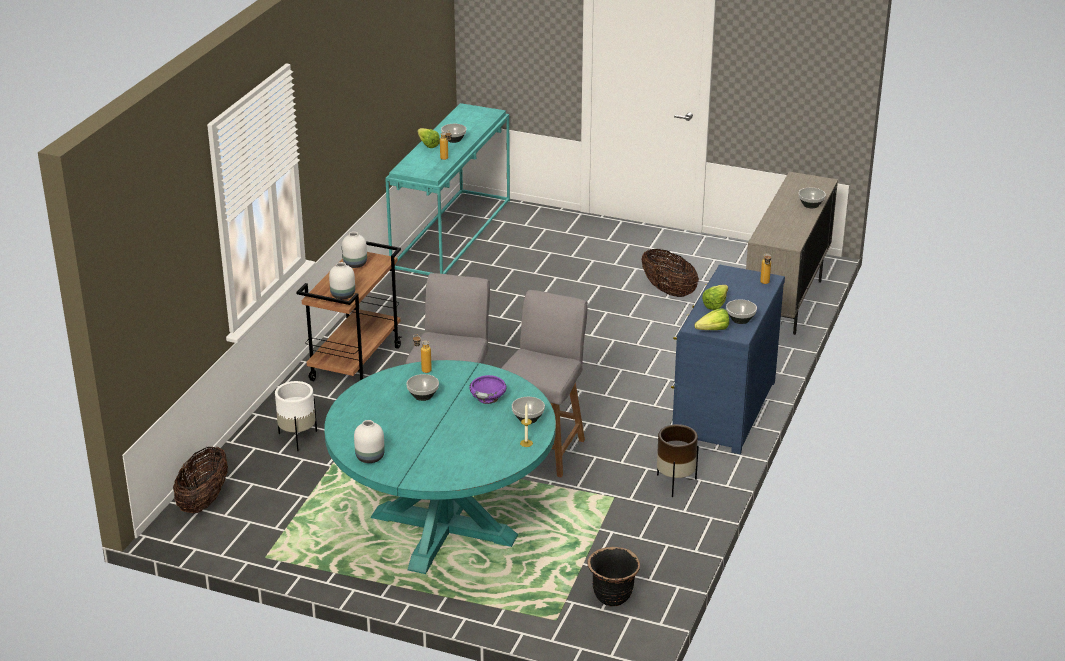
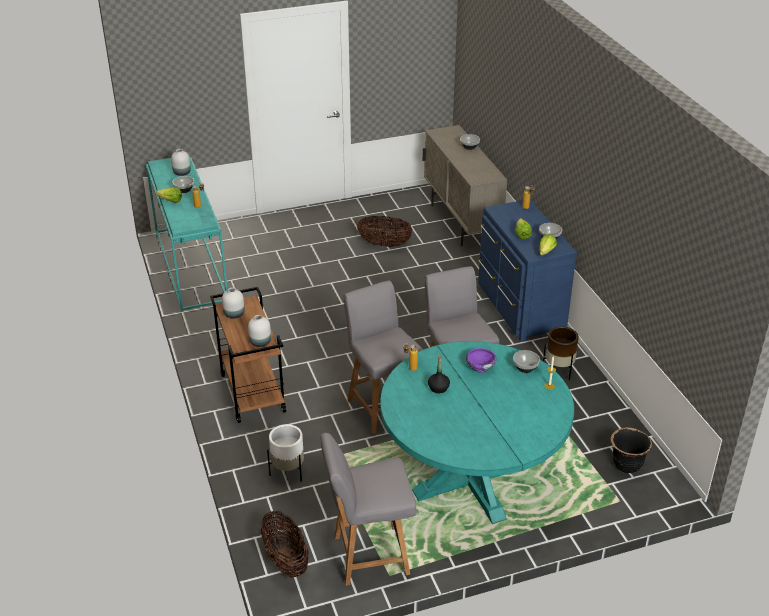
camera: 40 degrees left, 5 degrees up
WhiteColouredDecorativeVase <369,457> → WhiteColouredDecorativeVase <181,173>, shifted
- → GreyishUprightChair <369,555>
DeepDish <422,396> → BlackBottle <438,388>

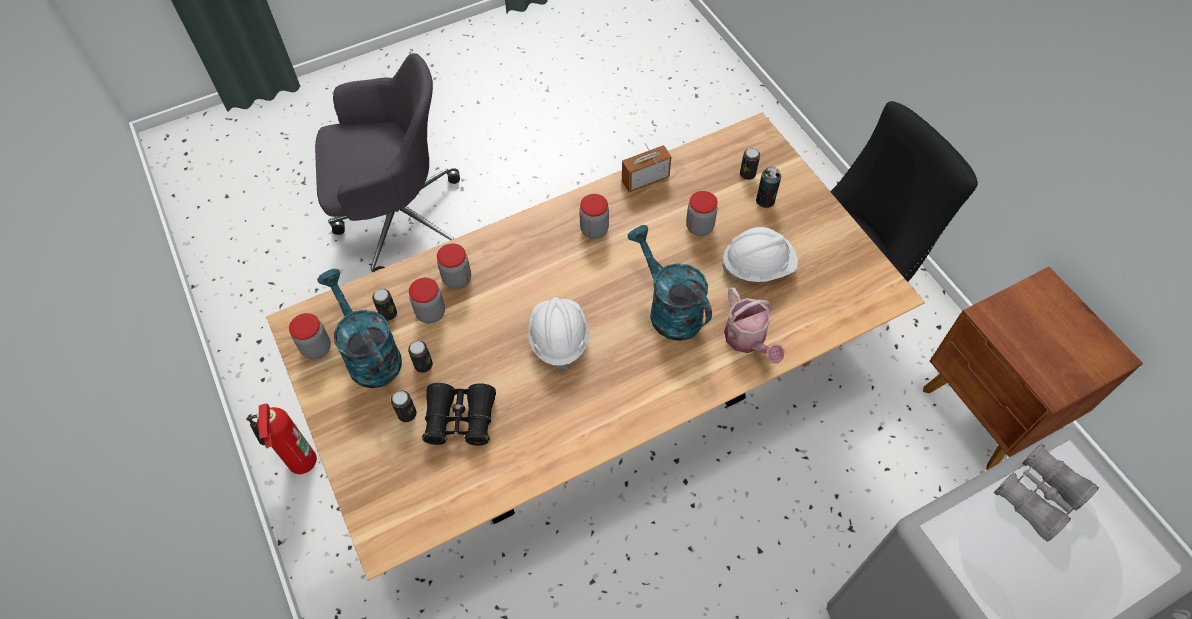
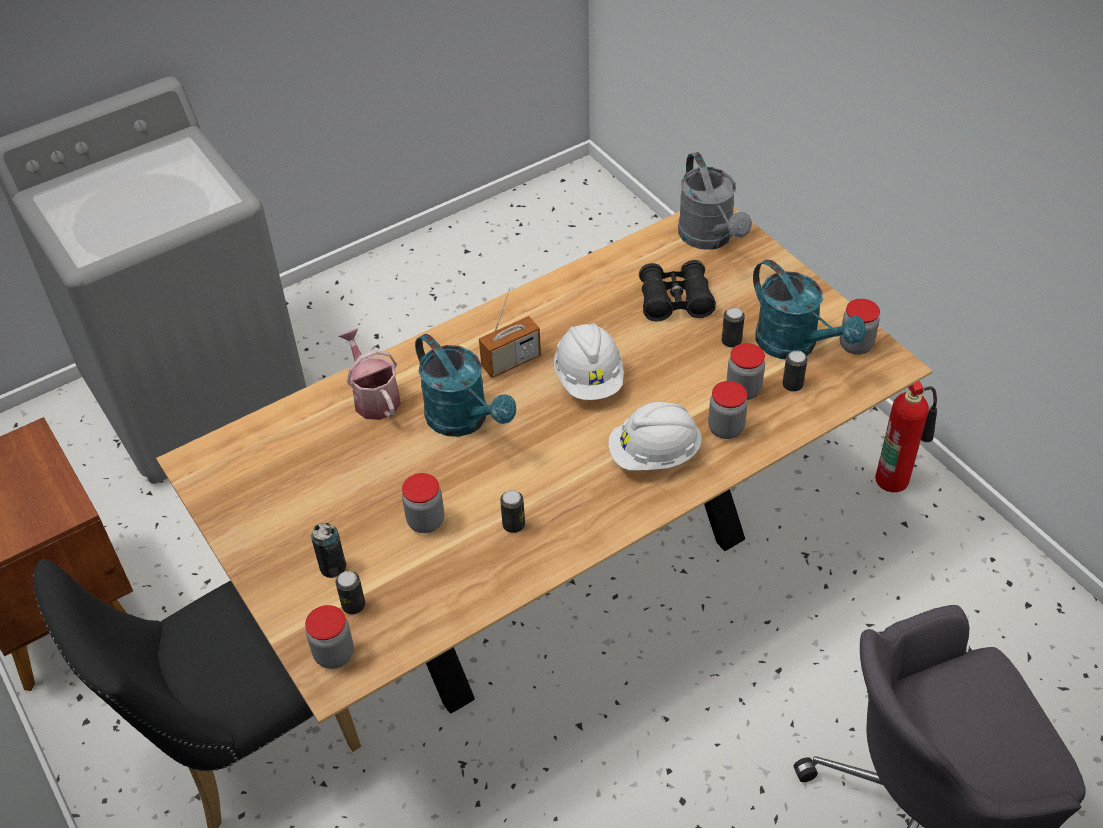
camera: 175 degrees right, 10 degrees down
PreserveJar <594,230> → PreserveJar <334,654>, shifted
Radio <645,179> → Radio <511,361>, shifted
Can <407,414> → Can <513,525>, shifted
WhiteColouredSafetyHelmet <758,266> → WhiteColouredSafetyHelmet <654,455>, shifted
- → GreyishWateringCan <710,238>
GreyishBinoculars <1038,497> → -

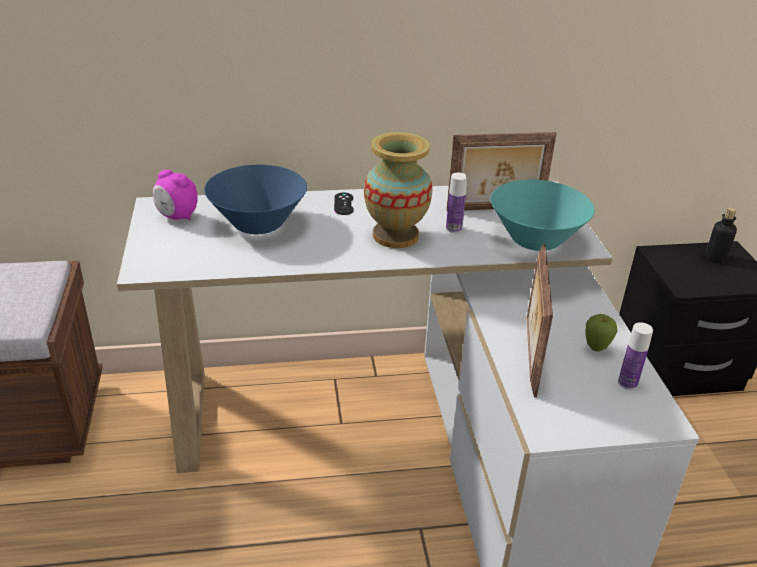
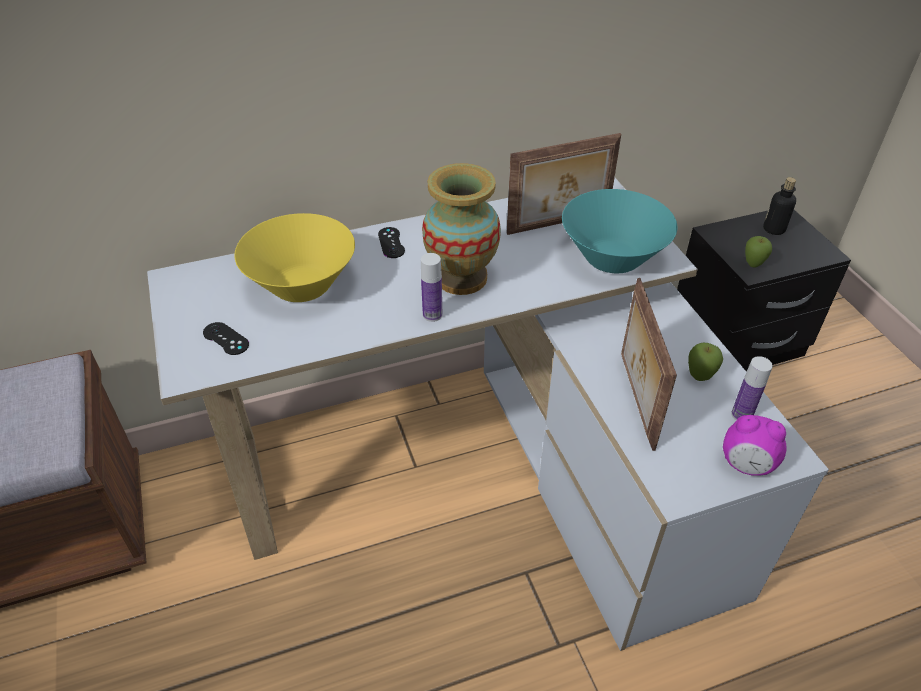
camera: 10 degrees left, 10 degrees up
- → BlackJoypad <226,339>
BlueColouredDeepDish <258,224> → YellowishDeepDish <301,286>
Bottle <454,229> → Bottle <432,315>, shifted
AlarmClock <177,217> → AlarmClock <746,465>, shifted
- → Apple <752,265>

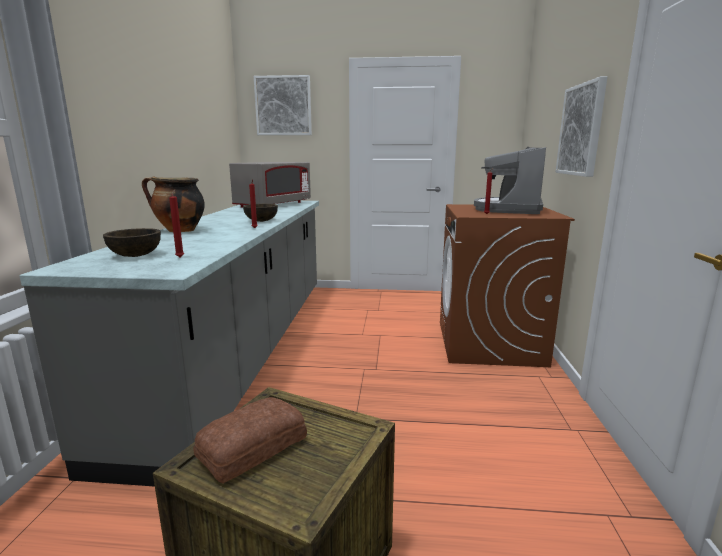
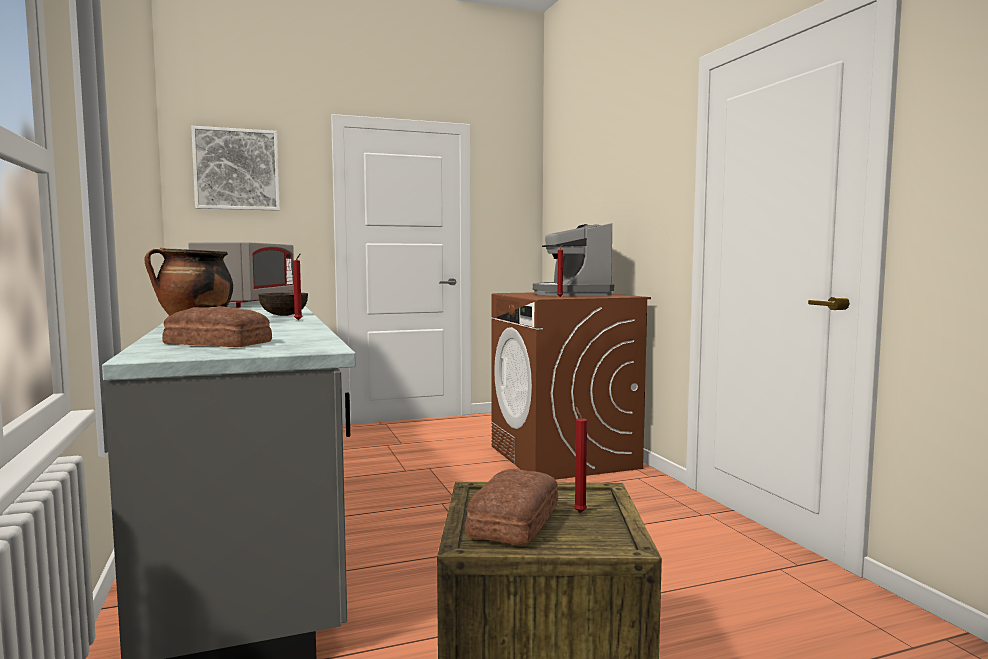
camera: 25 degrees left, 10 degrees down
BrownishDeepDish <135,255> → Bread <217,343>
RedColouredCandle <180,257> → RedColouredCandle <579,512>, shifted
Picture <581,130> → -

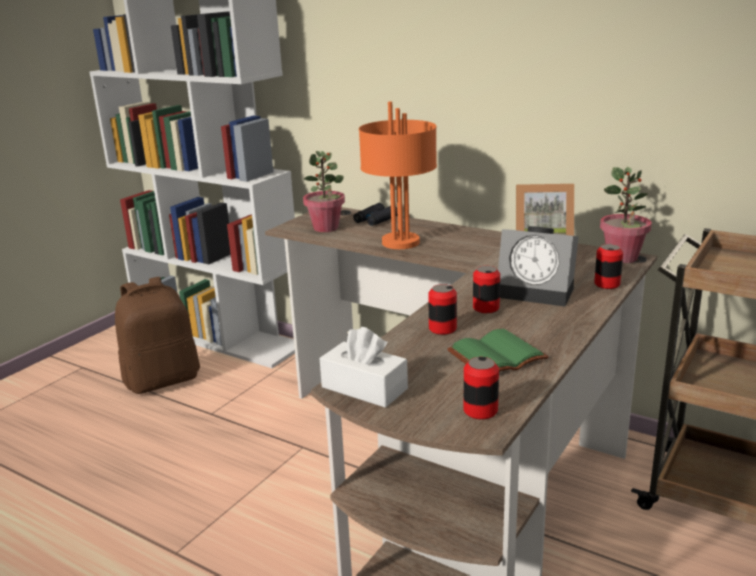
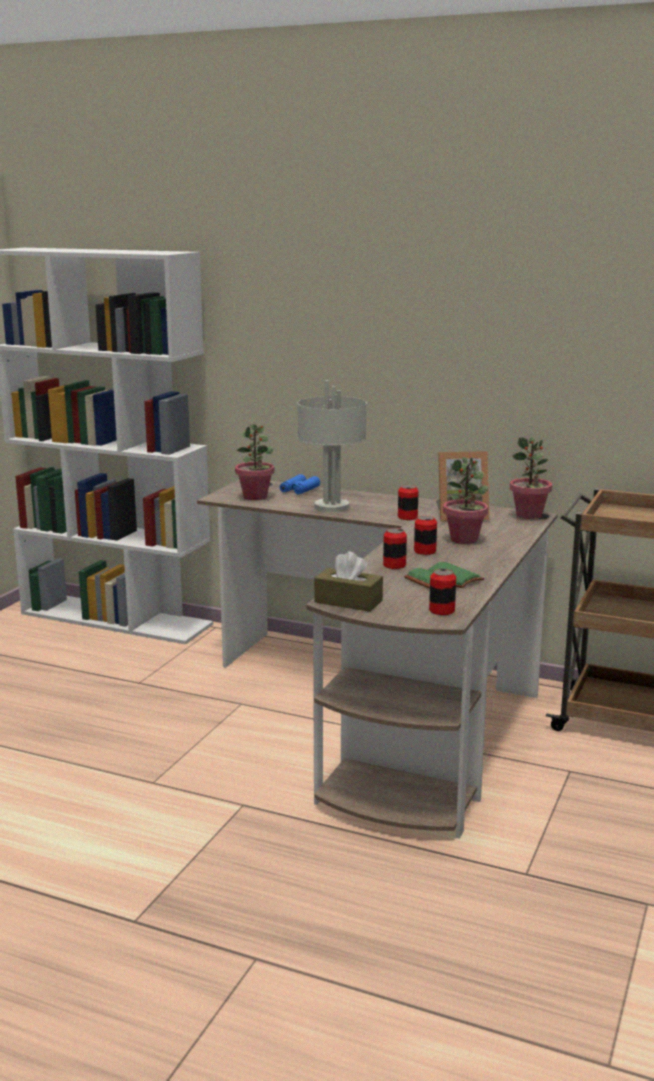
camera: 10 degrees left, 5 degrees down
BlackBinoculars <375,220> → BlueColouredBinoculars <299,490>
OrangeLampForATable <400,242> → GreyishLampForATable <331,507>
WhiteColouredTissueHolder <364,388> → BrownishTissueHolder <348,601>
Can <607,284> → Can <407,517>, shifted
AlarmClock <538,291> → PottedPlant <464,539>
BrownishRucksack <163,380> → -

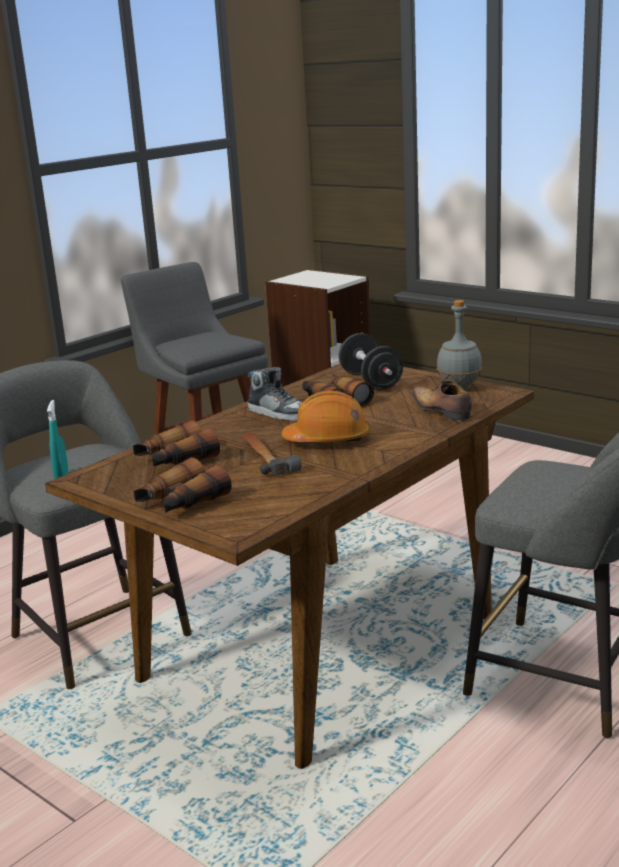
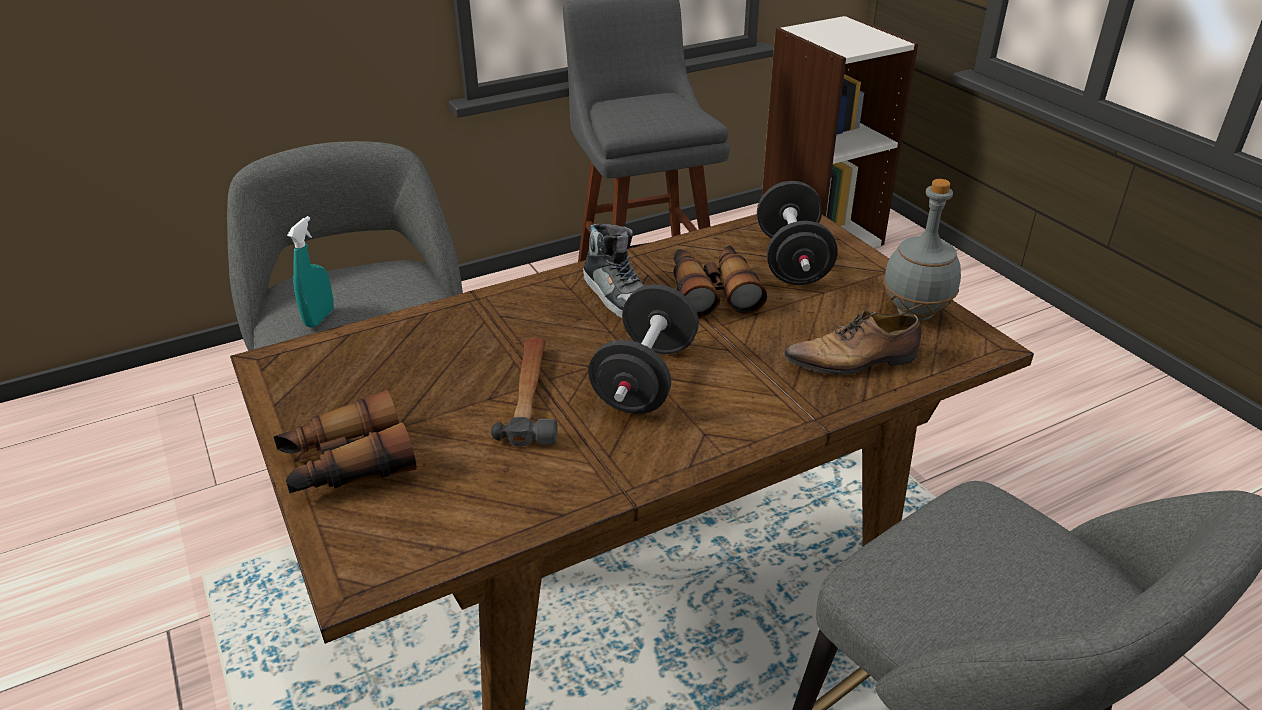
camera: 20 degrees right, 15 degrees up
OrangeSafetyHelmet <328,439> → BlackDumbbell <645,379>
Shoe <441,410> → Shoe <854,361>, 90 degrees counterclockwise
Binoculars <175,460> → -

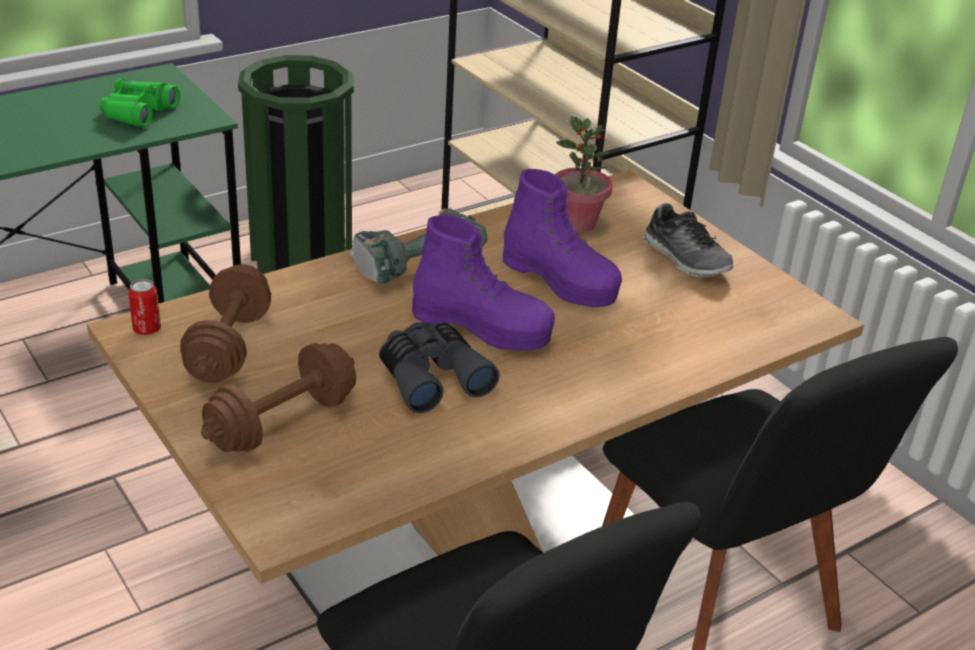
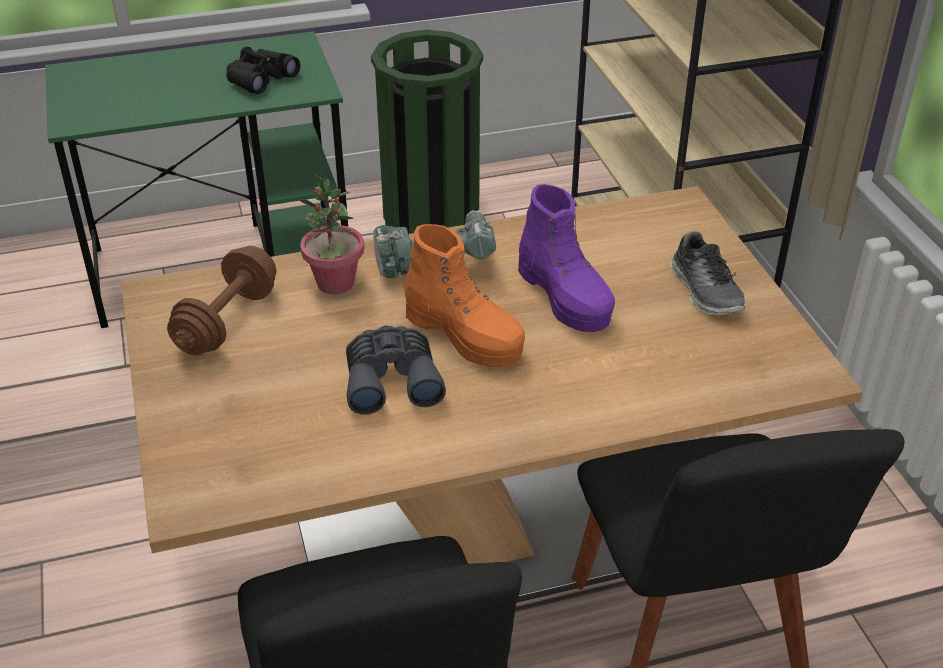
camera: 20 degrees right, 5 degrees up
GreenColouredBinoculars <138,112> → BlackBinoculars <260,79>
PottedPlant <578,223> → PottedPlant <335,283>, shifted
PurplishHighTopBoot <482,327> → OrangeHighTopBoot <465,335>
Can <147,329> → -
BrownishDumbbell <282,422> → -

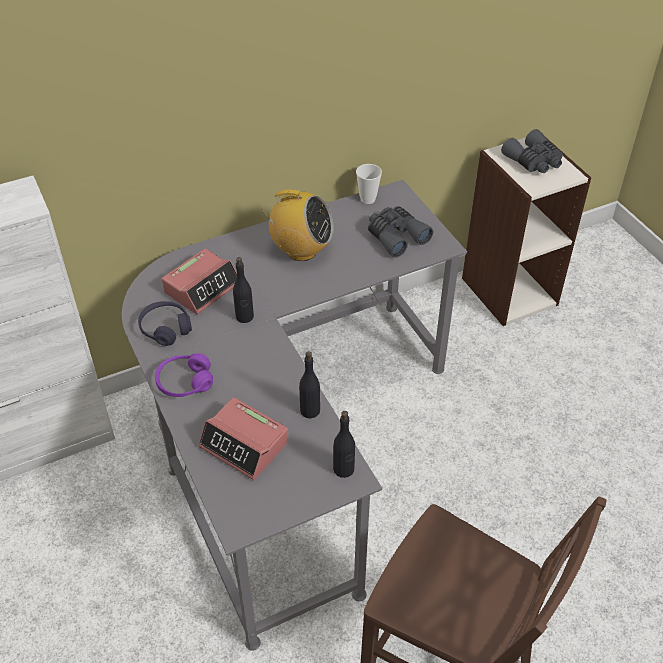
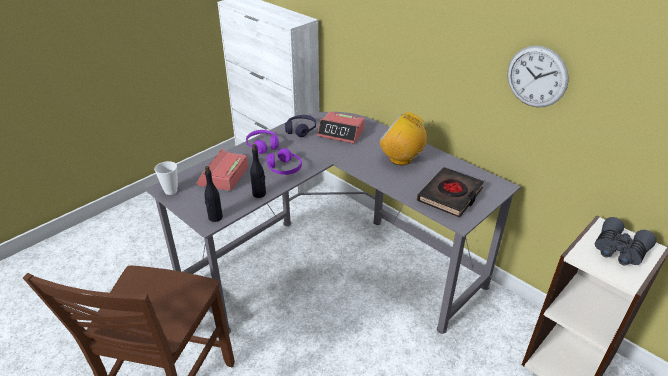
camera: 70 degrees right, 10 degrees down
Cup <367,199> → Cup <171,191>, shifted
- → PurplishHeadset <284,168>
Radio <301,251> → Radio <401,159>, 120 degrees clockwise
GreyishBinoculars <396,236> → BlackBoundBook <450,195>
- → HangingClock <536,77>
BlackBottle <244,317> → -

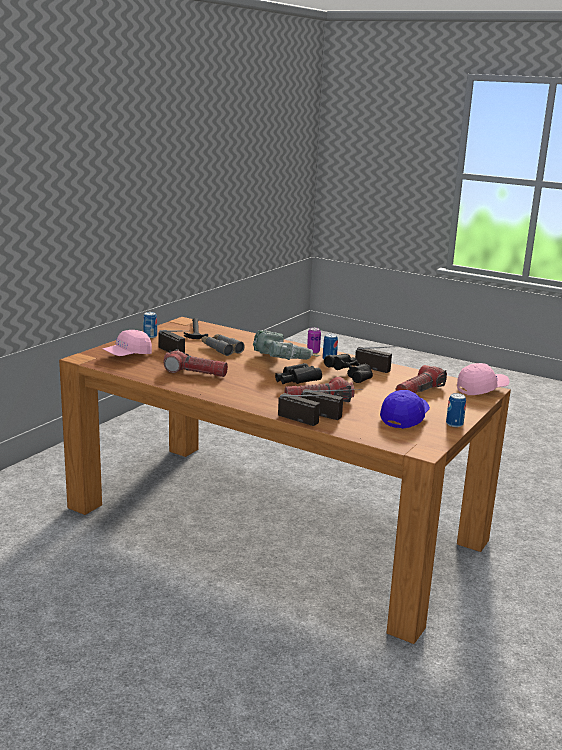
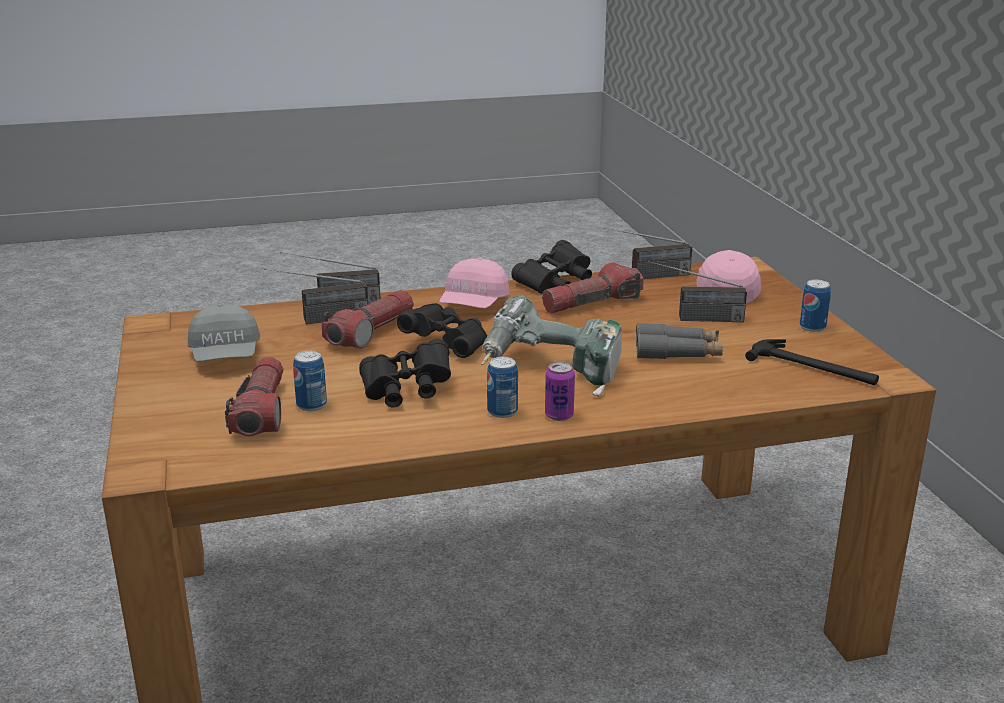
camera: 135 degrees right, 5 degrees up
BlueColouredPeakedCap <405,418> → GreyishPeakedCap <225,355>
Can <454,424> → Can <311,405>, shifted
PinkColouredPeakedCap <481,389> → PinkColouredPeakedCap <473,304>, shifted
- → BlackBinoculars <555,284>
Radio <381,370> → Radio <646,276>, shifted

